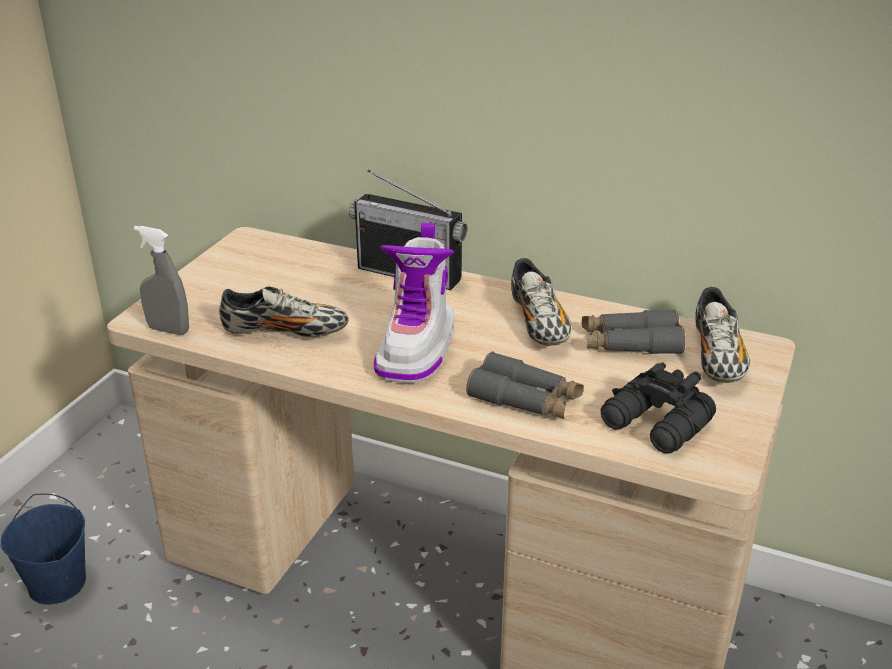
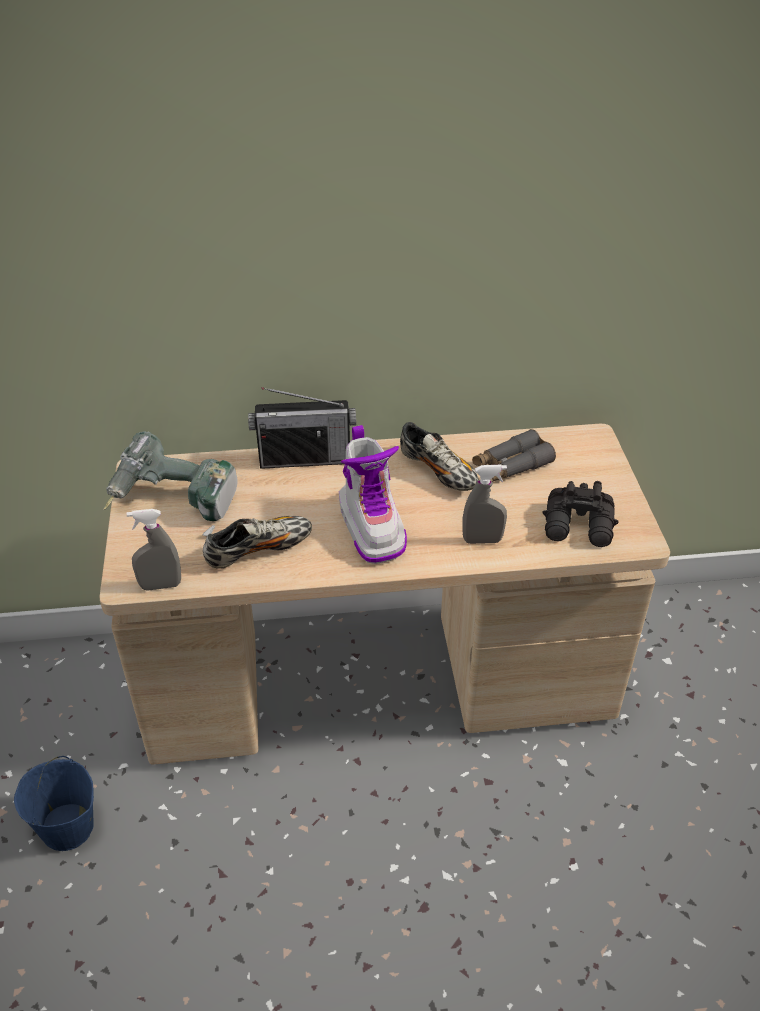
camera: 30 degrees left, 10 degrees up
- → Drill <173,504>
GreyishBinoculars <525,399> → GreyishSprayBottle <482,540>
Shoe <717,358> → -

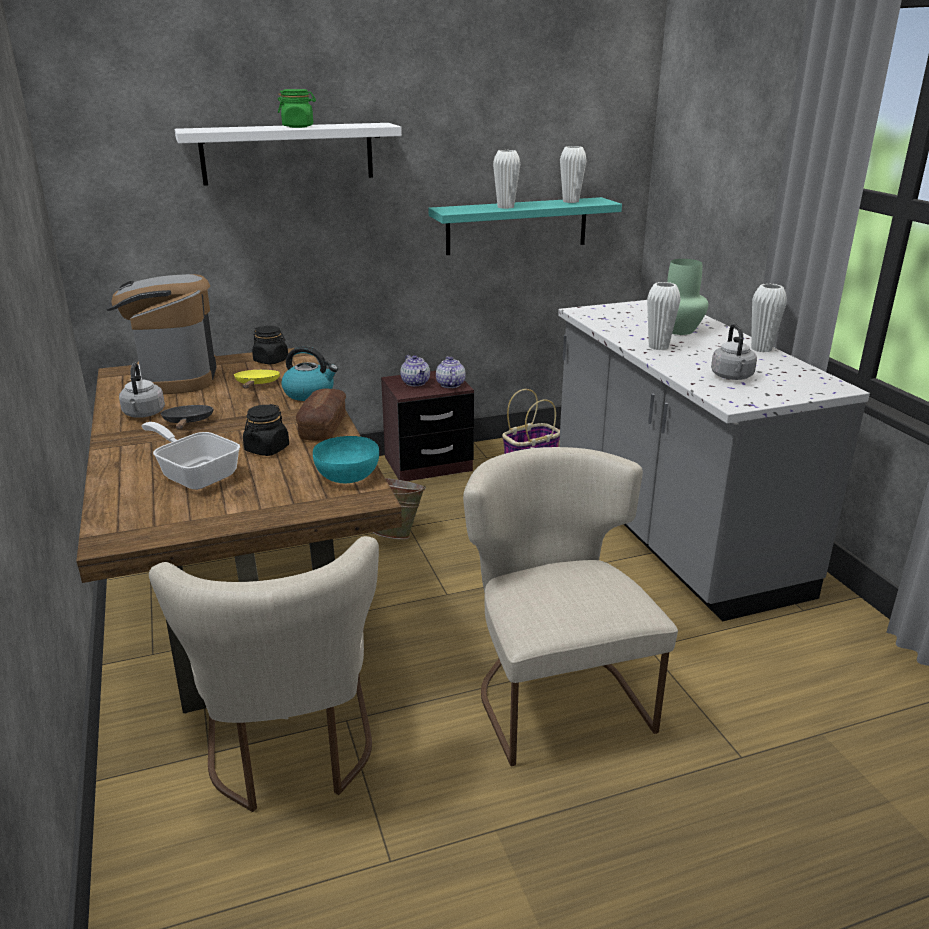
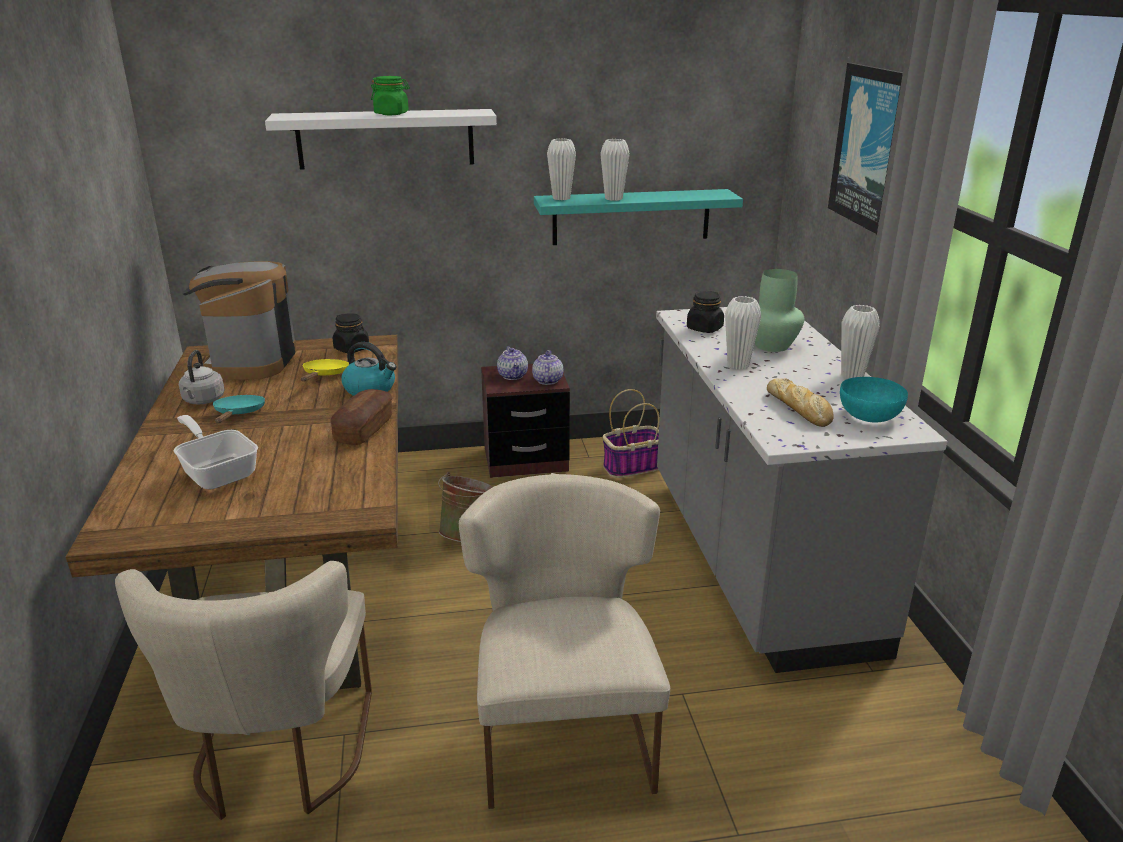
camera: 10 degrees right, 0 degrees up
BlackFryingPan <188,423> → TurquoiseFryingPan <238,414>
WhiteColouredDecorativeVase <570,201> → WhiteColouredDecorativeVase <561,198>, shifted
BlackPreserveJar <267,449> → BlackPreserveJar <704,328>, shifted
GreyishTeaKettle <732,377> → Bread <799,409>
- → Picture <870,147>
TurquoiseDeepDish <347,475> → TurquoiseDeepDish <869,415>, shifted

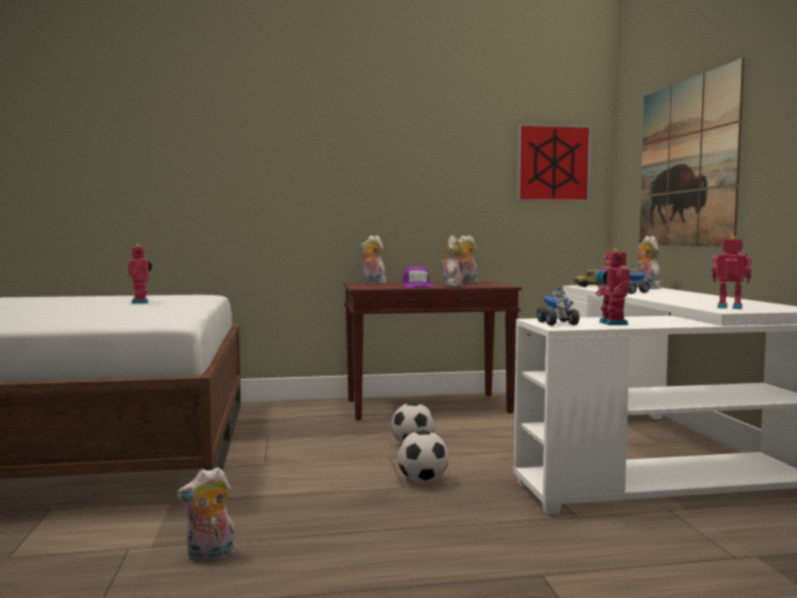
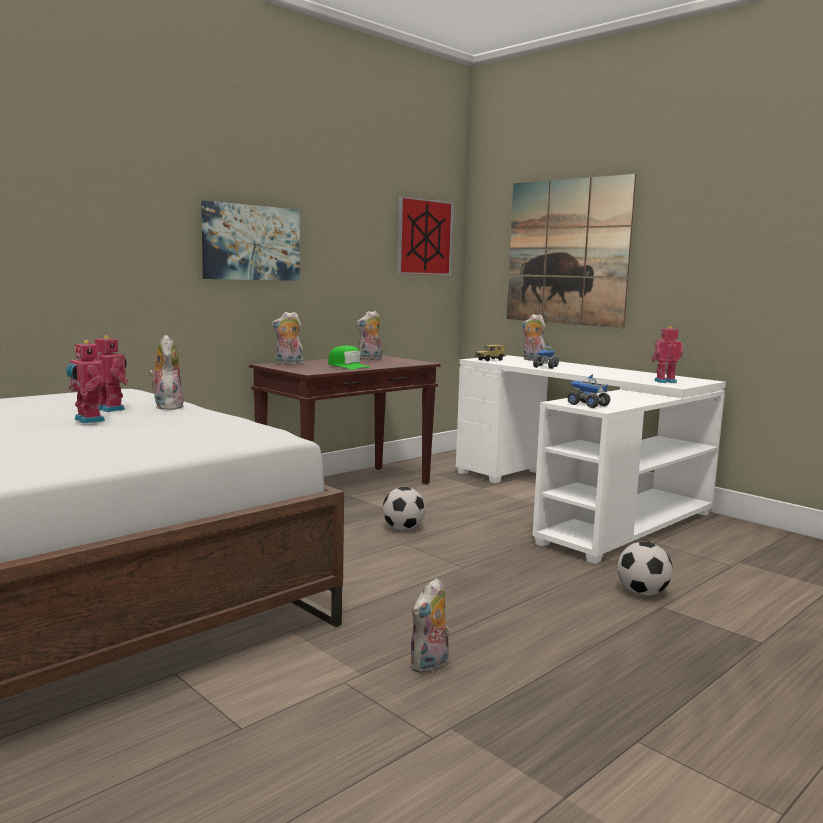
camera: 35 degrees left, 5 degrees up
RobotFigure <611,323> → RobotFigure <87,420>, shifted
SoftToy <451,285> → SoftToy <166,407>, shifted
- → Picture <251,243>
PurplishPeakedCap <417,286> → GreenColouredPeakedCap <348,366>
BallForFootball <423,481> → BallForFootball <642,593>, shifted

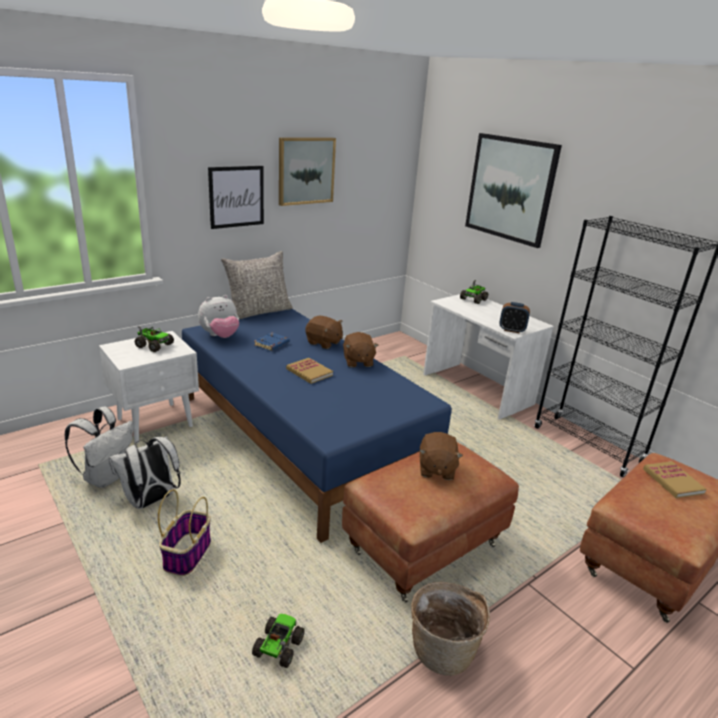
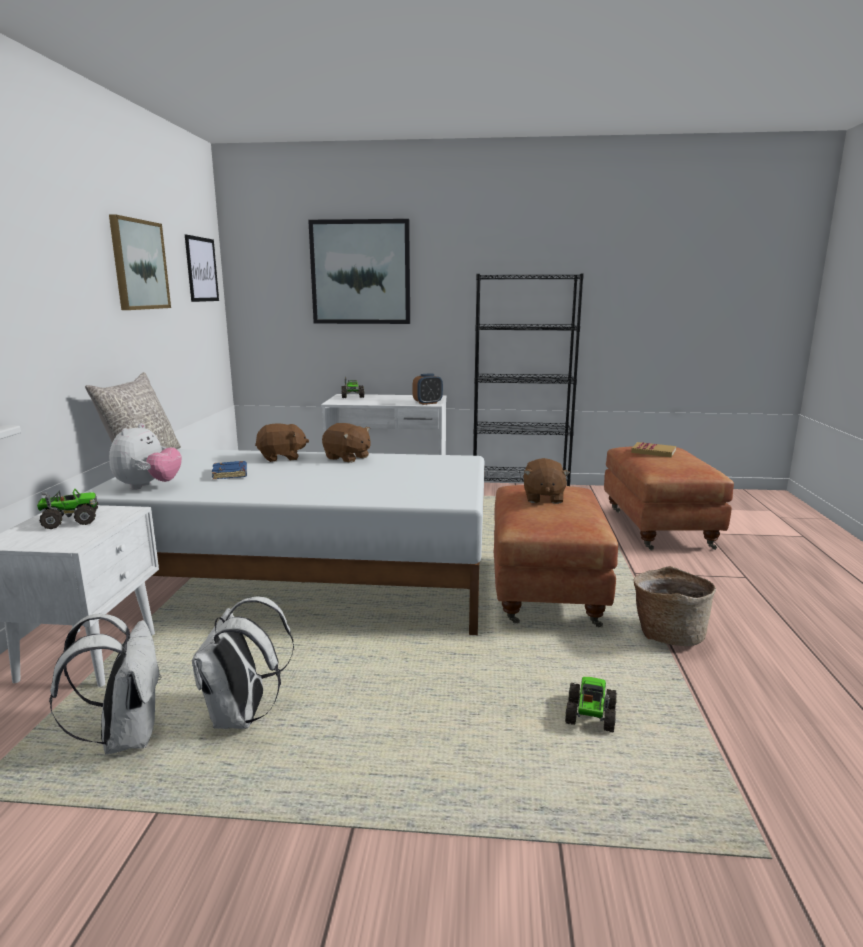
camera: 45 degrees left, 10 degrees down
BlueColouredBedroomBed <301,437> → WhiteColouredBedroomBed <305,581>
Picture <236,196> → Picture <201,269>, shifted
BrownishSoftToy <436,469> → BrownishSoftToy <543,498>, 45 degrees clockwise
ToyTruck <278,647> → ToyTruck <590,716>, 45 degrees clockwise
StorageBasket <187,554> → -
BoundBook <309,372> → -

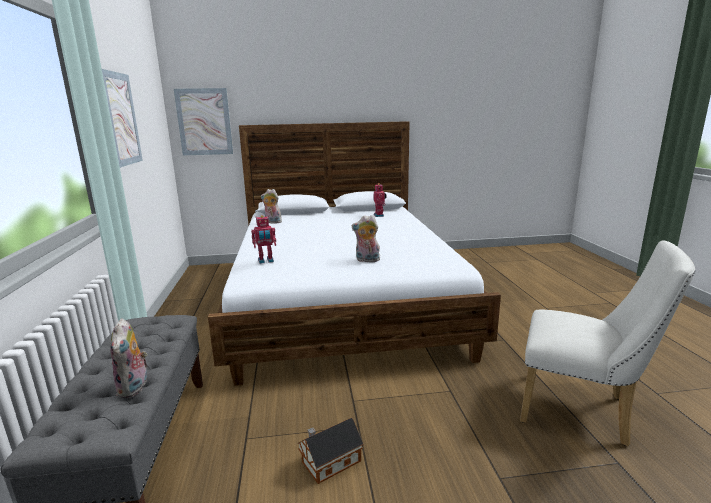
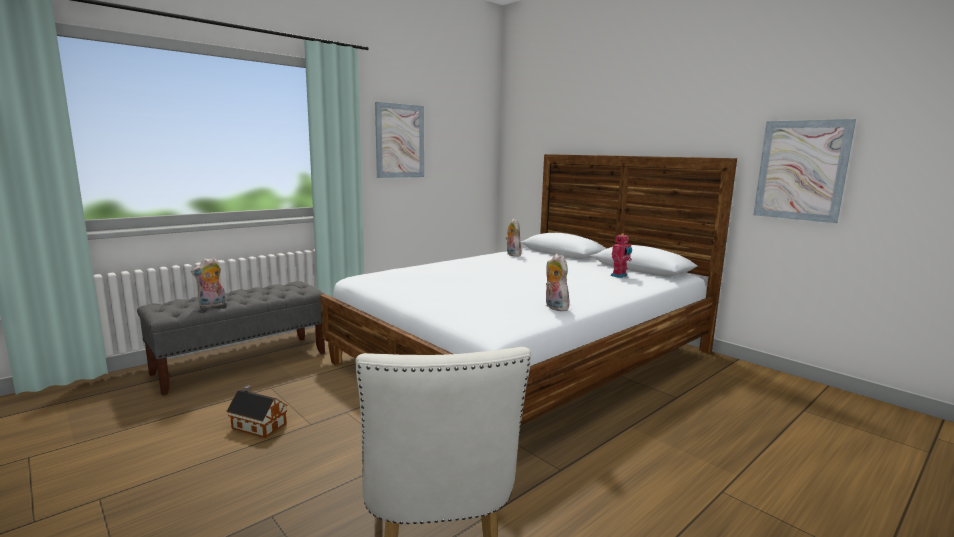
camera: 55 degrees right, 5 degrees down
SoftToy <367,260> → SoftToy <554,307>, shifted
Picture <204,122> → Picture <801,170>, shifted
RobotFigure <266,261> → -

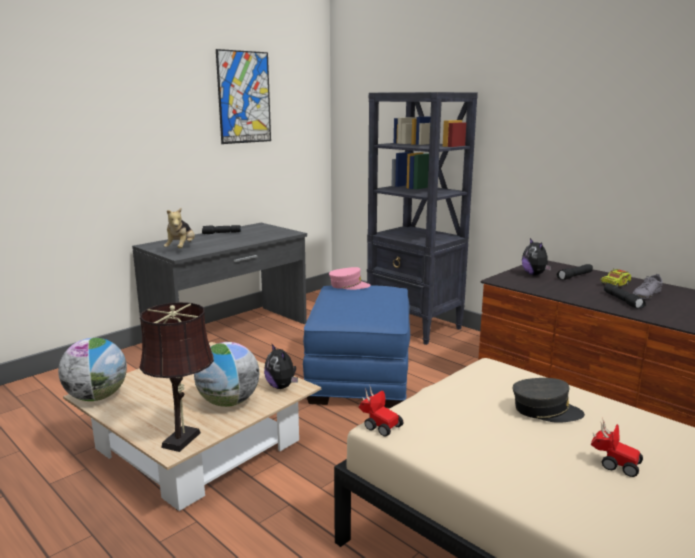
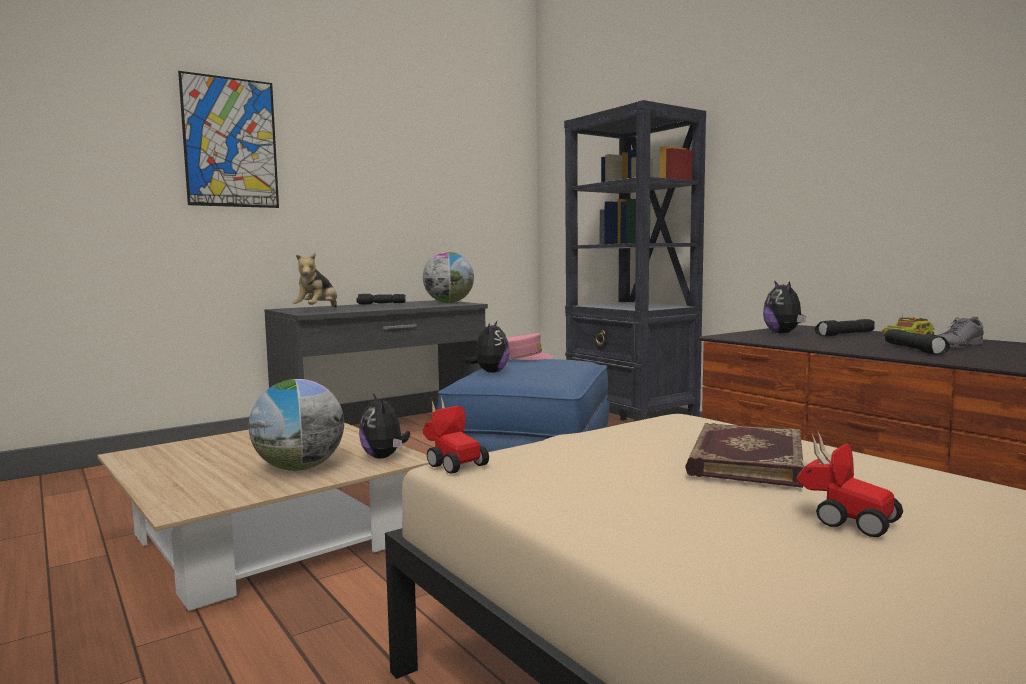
camera: 10 degrees right, 10 degrees down
Picture <244,97> → Picture <230,142>, shifted
DeskGlobe <97,397> → DeskGlobe <449,302>, shifted
- → SoftToy <490,372>
GreyishPeakedCap <545,410> → BoundBook <743,459>
BrownishLampForATable <184,438> → -

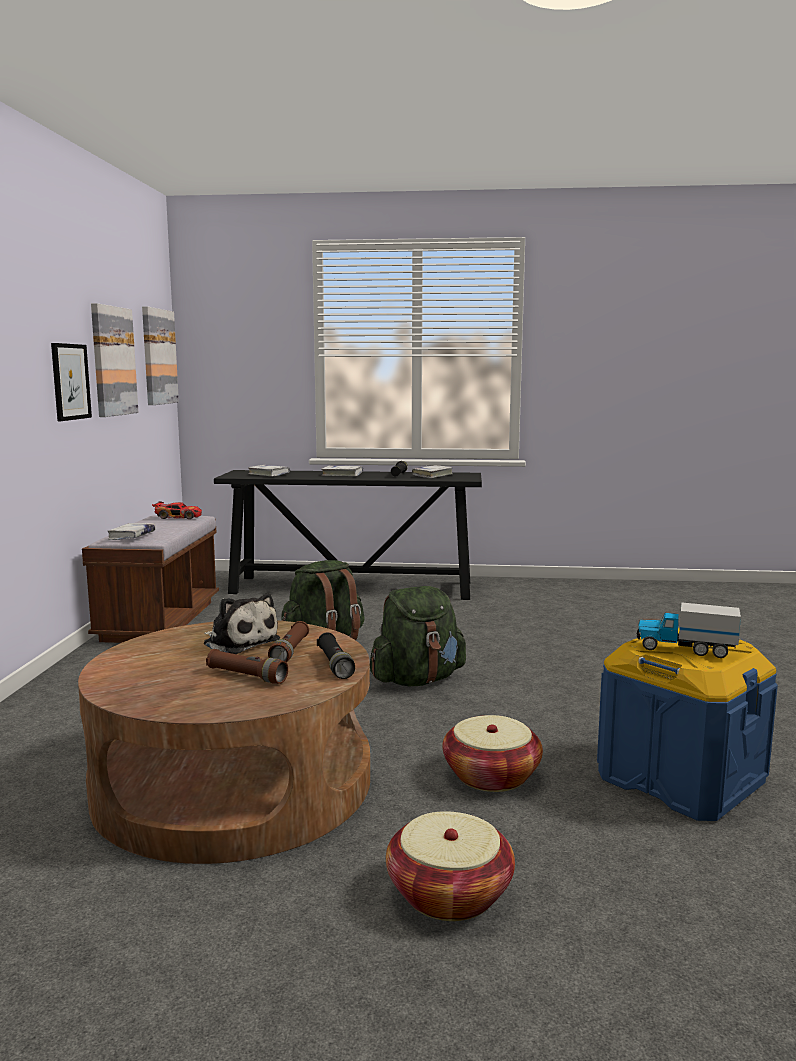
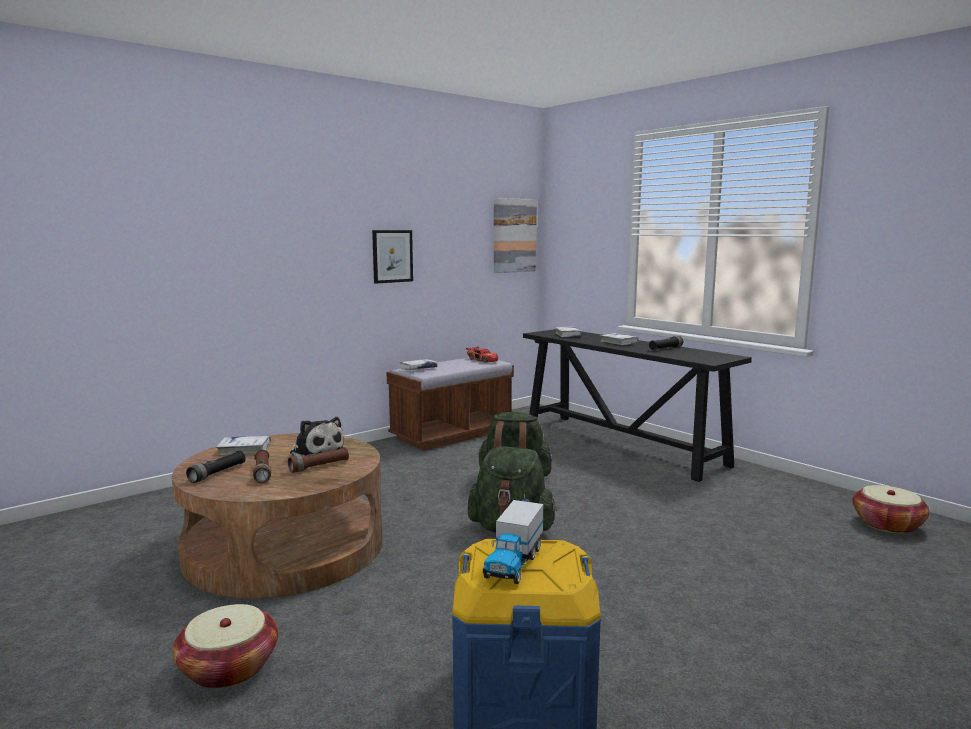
camera: 45 degrees right, 0 degrees up
BlackHandTorch <335,665> → BlackHandTorch <217,473>, shifted
WhiteColouredBoundBook <432,475> → WhiteColouredBoundBook <244,450>, shifted
SoftToy <239,642> → SoftToy <316,452>, 45 degrees counterclockwise
ToyTruck <685,649> → ToyTruck <513,563>, 135 degrees counterclockwise
StorageBasket <491,776> → StorageBasket <887,524>, shifted
Picture <112,361> → -

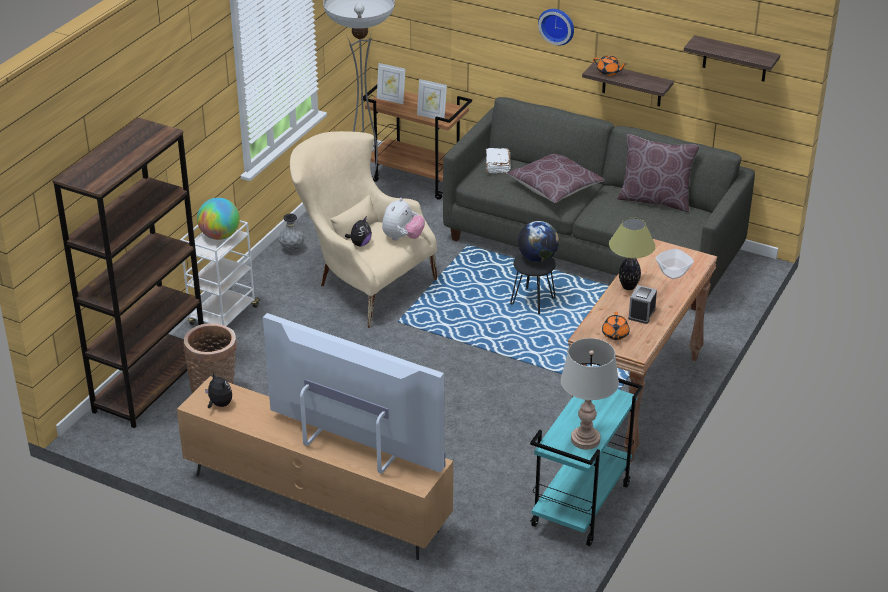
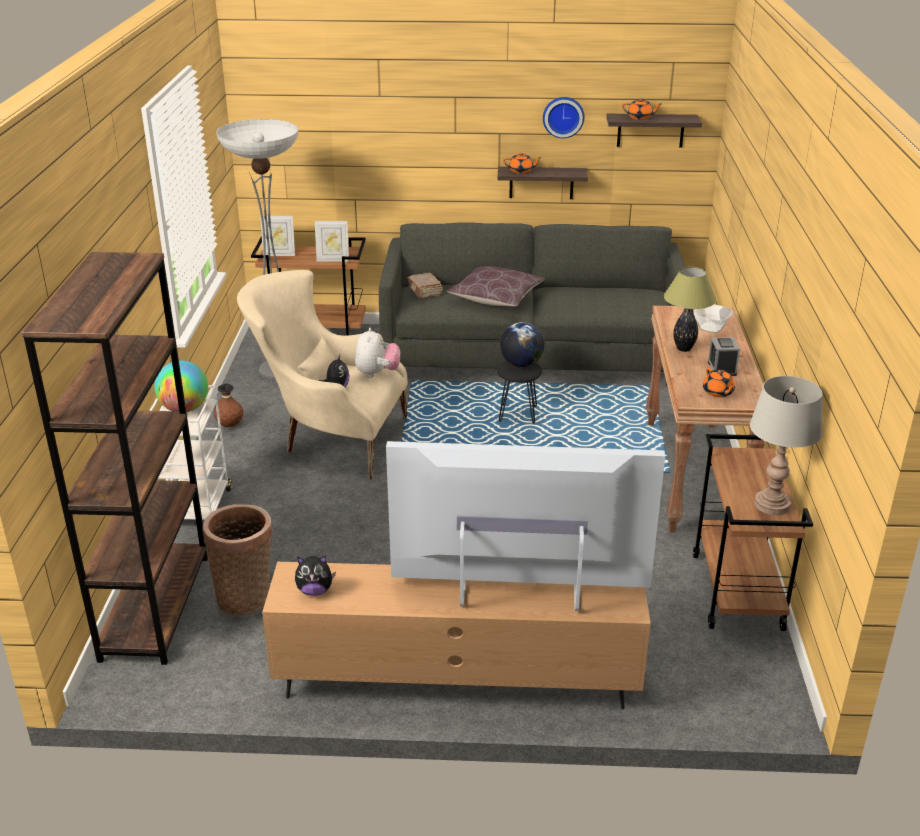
camera: 25 degrees left, 5 degrees down
GreyishDecorativeVase <292,249> → BrownishDecorativeVase <230,425>
SoftToy <219,404> → SoftToy <315,591>, 150 degrees clockwise
WhiteColouredBoundBook <497,166> → BrownishBoundBook <425,291>
HangingClock <557,25> → HangingClock <563,116>, shifted
- → OrangeTeaPot <640,117>
TurquoiseCart <581,506> → BrownishCart <738,592>
BrownishThrowPillow <655,200> → -

